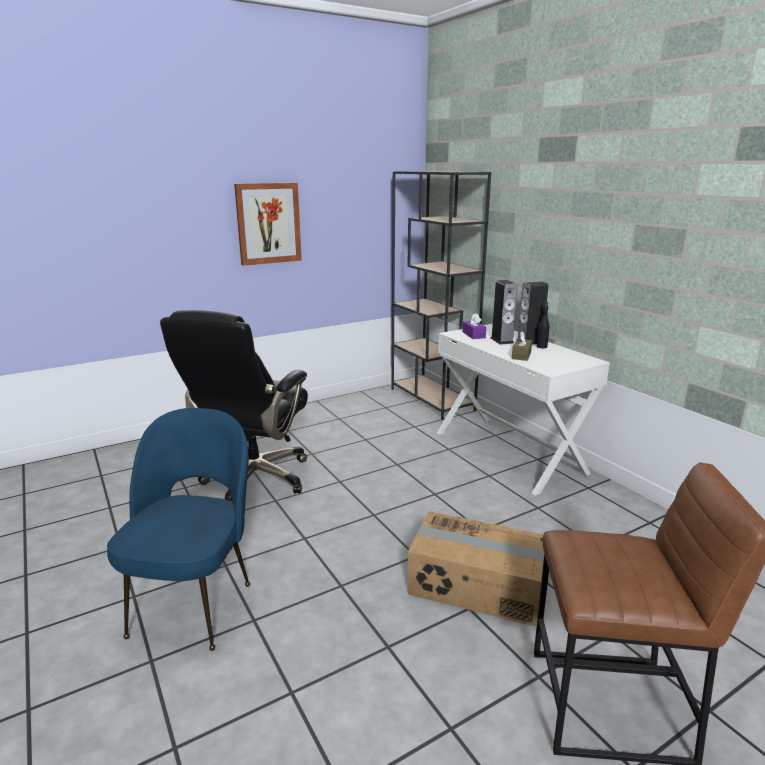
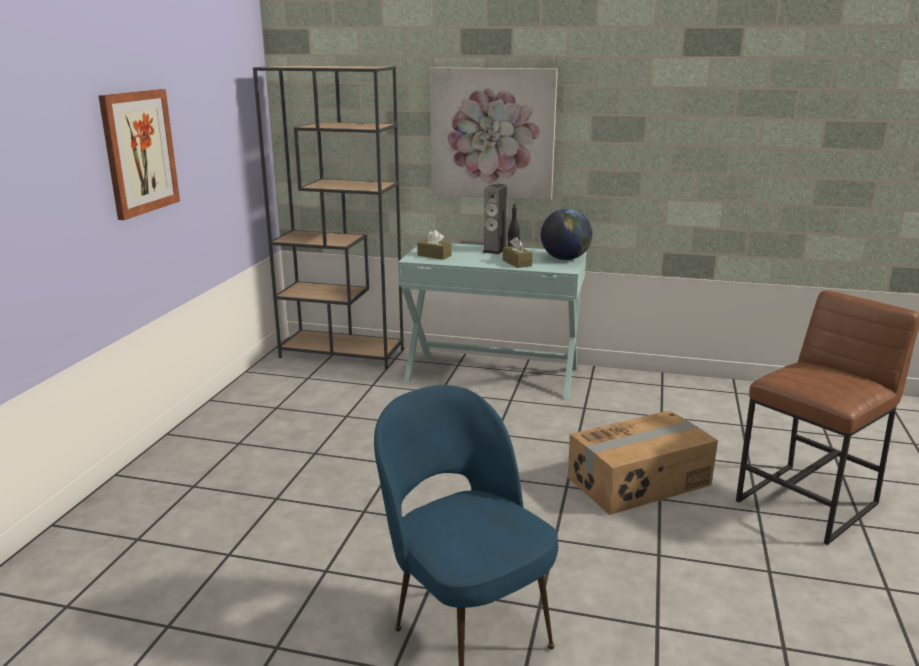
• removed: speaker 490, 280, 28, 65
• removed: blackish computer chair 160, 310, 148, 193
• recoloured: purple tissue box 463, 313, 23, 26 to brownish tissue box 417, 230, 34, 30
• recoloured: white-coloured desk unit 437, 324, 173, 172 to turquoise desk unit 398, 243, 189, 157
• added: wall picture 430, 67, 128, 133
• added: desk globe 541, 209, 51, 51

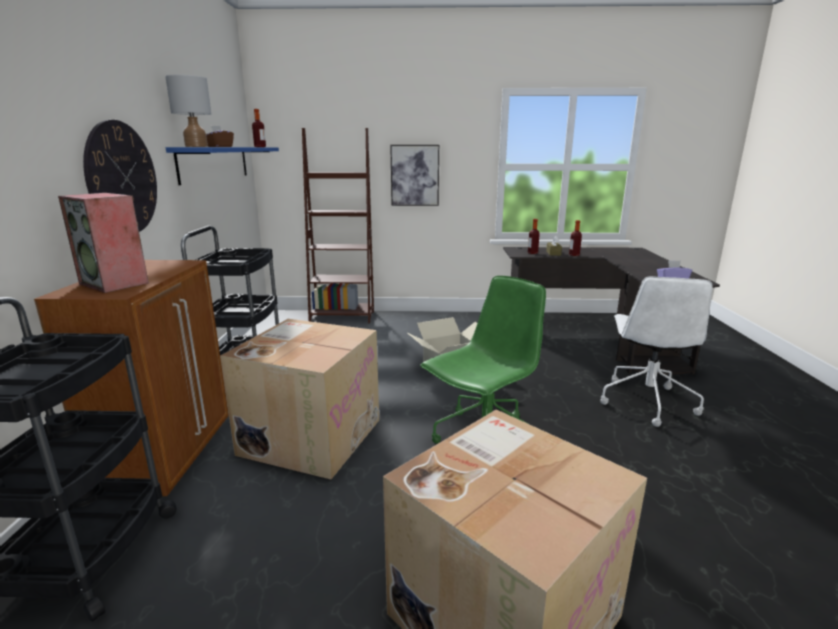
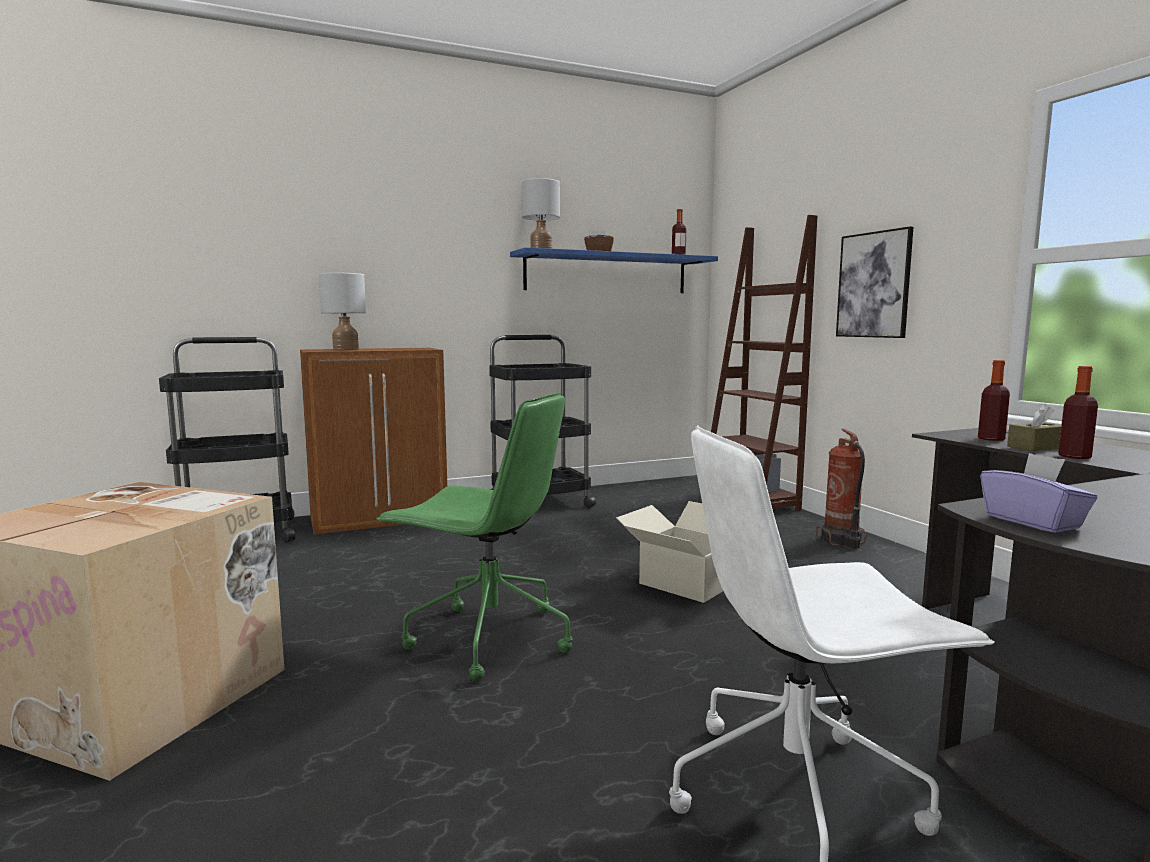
• removed: hanging clock 83, 120, 74, 112
• replaced: speaker 58, 193, 91, 100 to greyish tabletop lamp 319, 273, 47, 77
• removed: packing box 220, 319, 159, 160
• added: fire extinguisher 816, 429, 50, 119

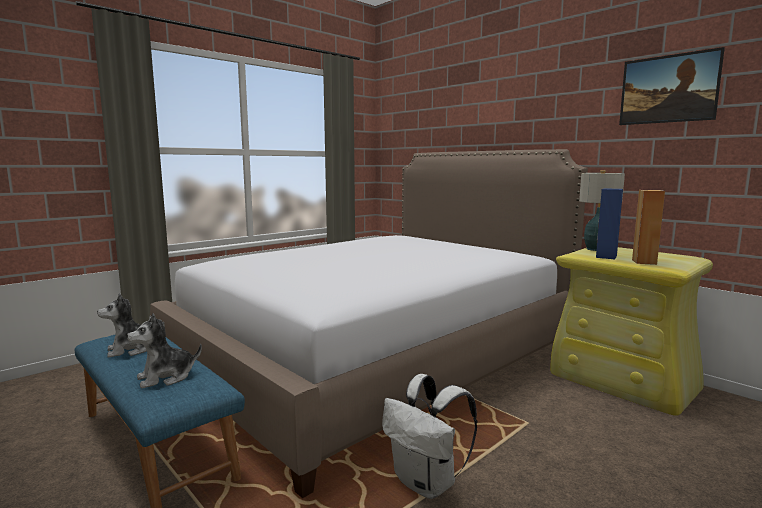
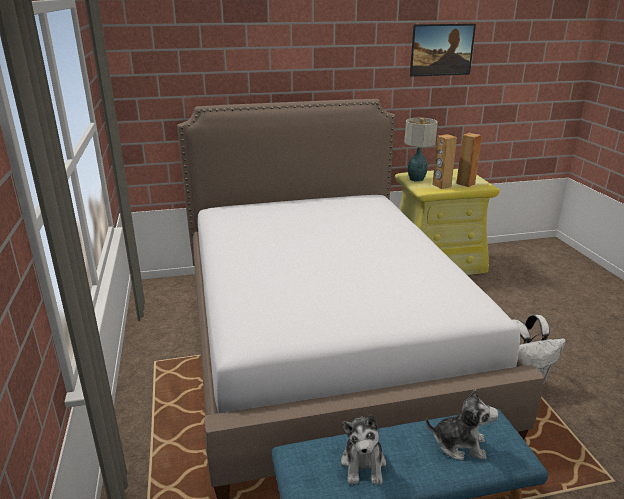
• recoloured: blue-coloured speaker 596, 188, 27, 71 to brownish speaker 433, 134, 24, 55
• turned: soft toy 127, 314, 75, 75 = 426, 389, 73, 72 75 degrees counterclockwise

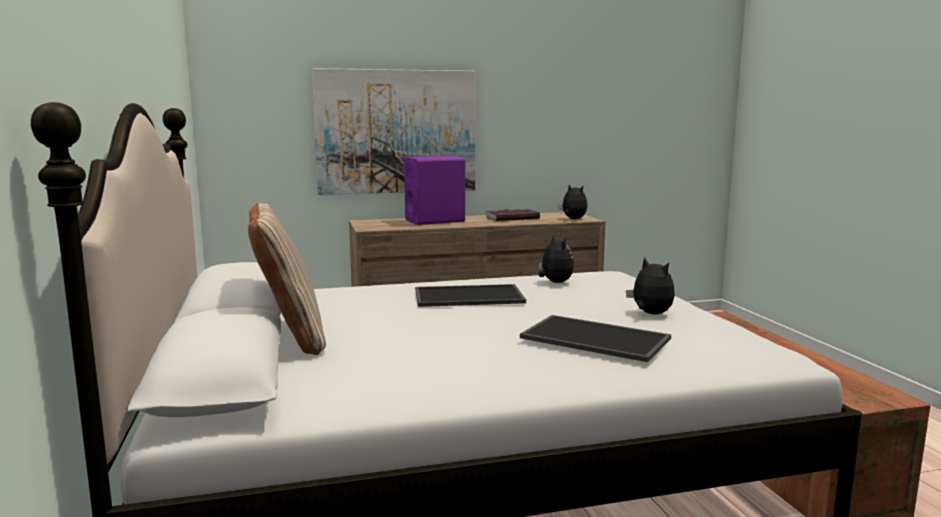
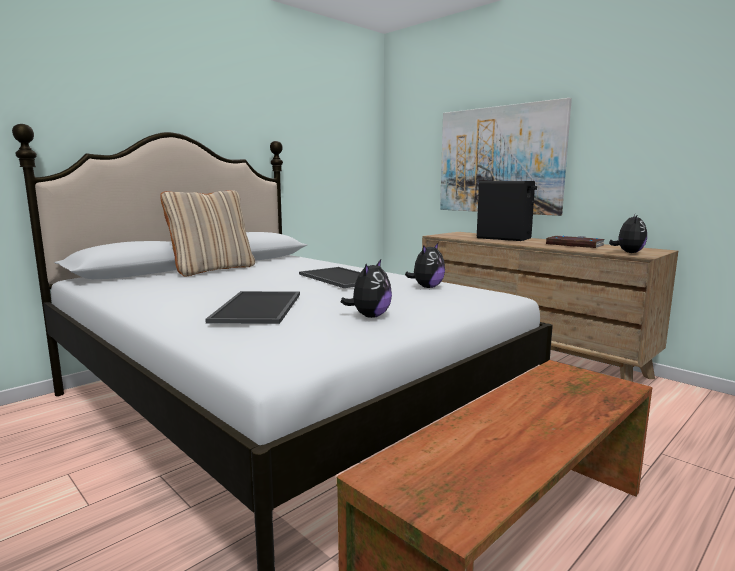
• recoloured: purple speaker 404, 156, 61, 69 to blackish speaker 477, 181, 60, 60

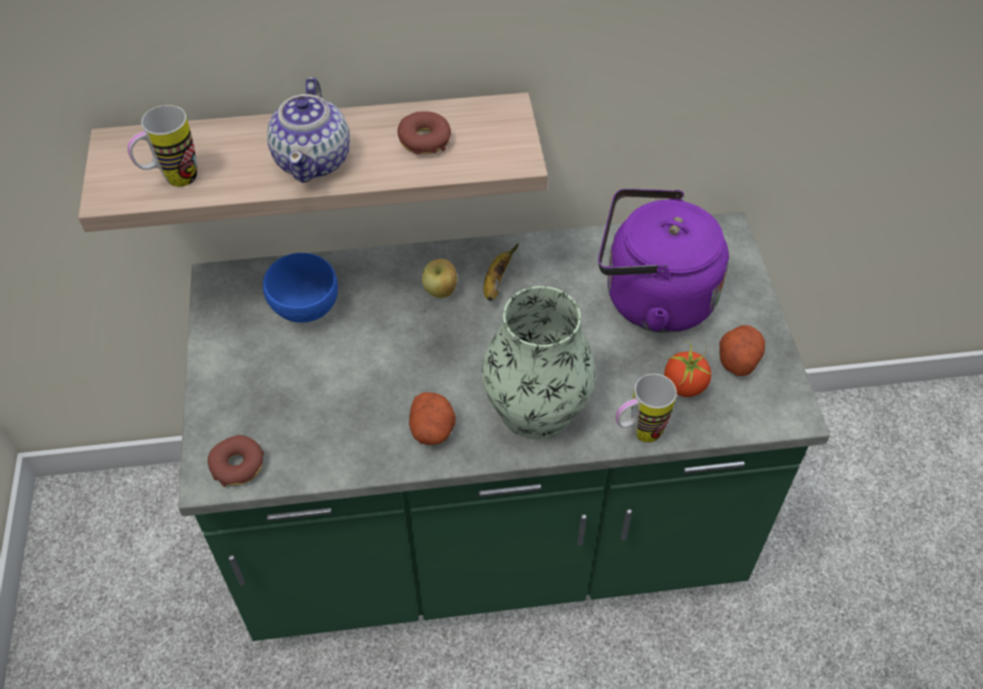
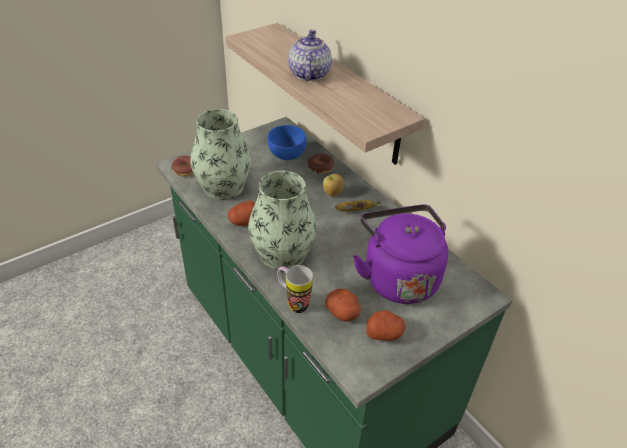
• turned: teapot 267, 77, 83, 106 = 288, 29, 44, 52 120 degrees clockwise
• removed: tea mug 127, 105, 70, 82
• moved: donut 398, 111, 53, 43 to 308, 153, 27, 21
• replaced: fresh tomato 664, 341, 47, 56 to potato 325, 289, 36, 33
• added: flower vase 190, 109, 61, 91

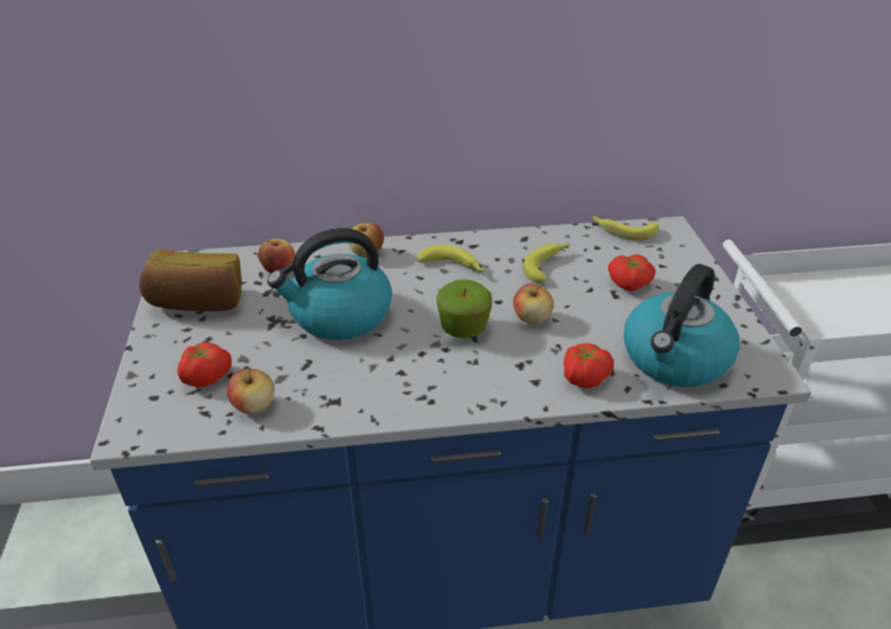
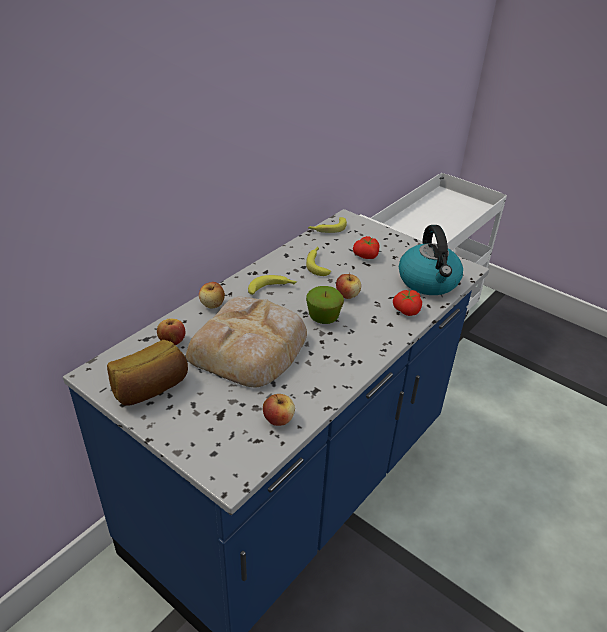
• replaced: water kettle 267, 228, 125, 112 to bakery bread 186, 297, 121, 90
• removed: fresh tomato 177, 342, 55, 45

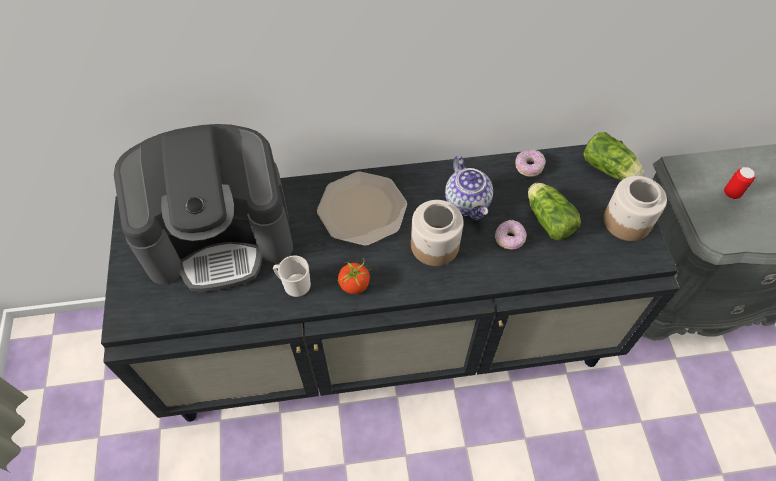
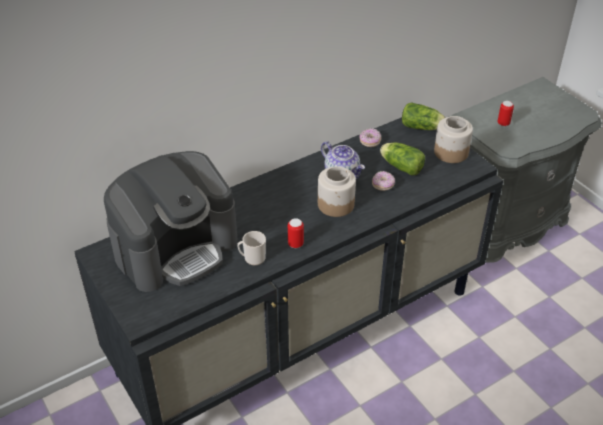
• removed: plate 317, 171, 90, 75
• replaced: fresh tomato 338, 258, 32, 36 to metal can 288, 218, 16, 30

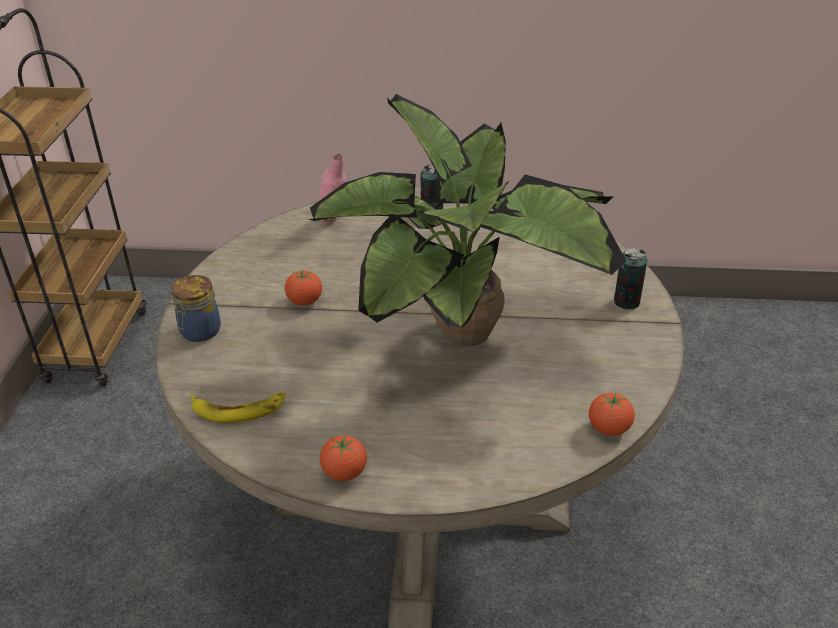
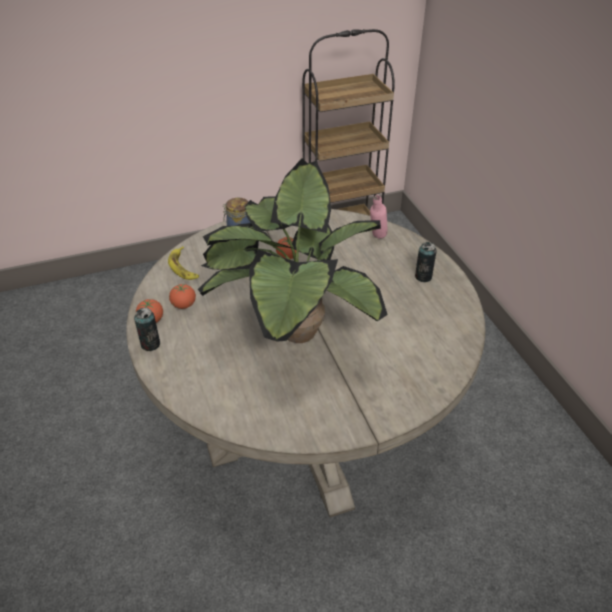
• moved: metal can 614, 247, 33, 62 to 134, 308, 26, 43
• moved: fresh tomato 589, 393, 46, 43 to 169, 284, 27, 25

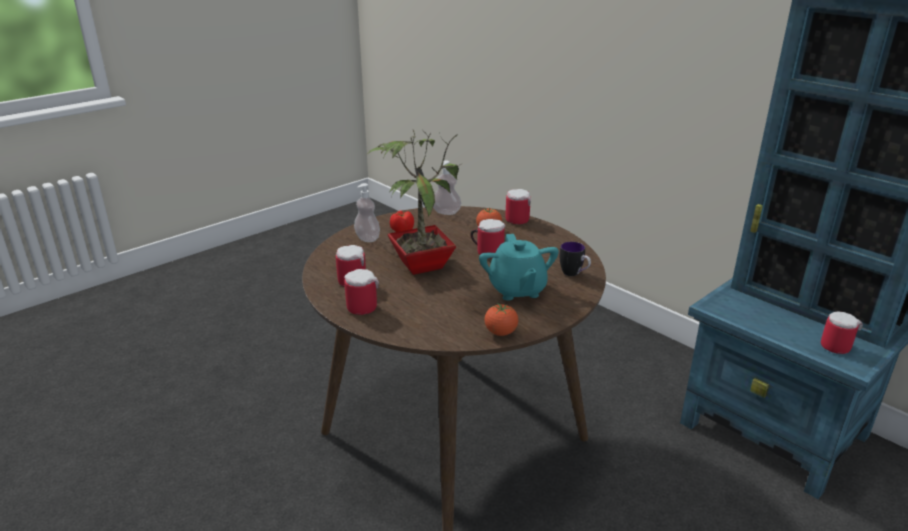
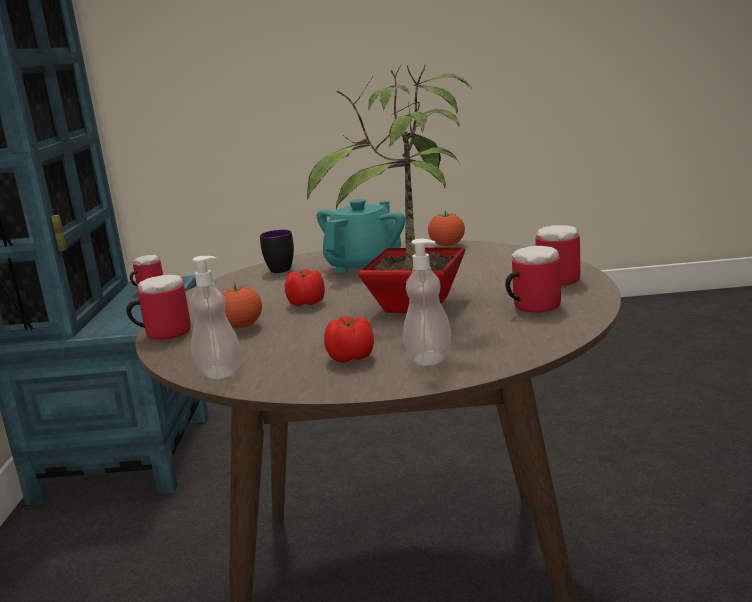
• replaced: tea mug 471, 219, 34, 36 to fresh tomato 285, 269, 40, 37

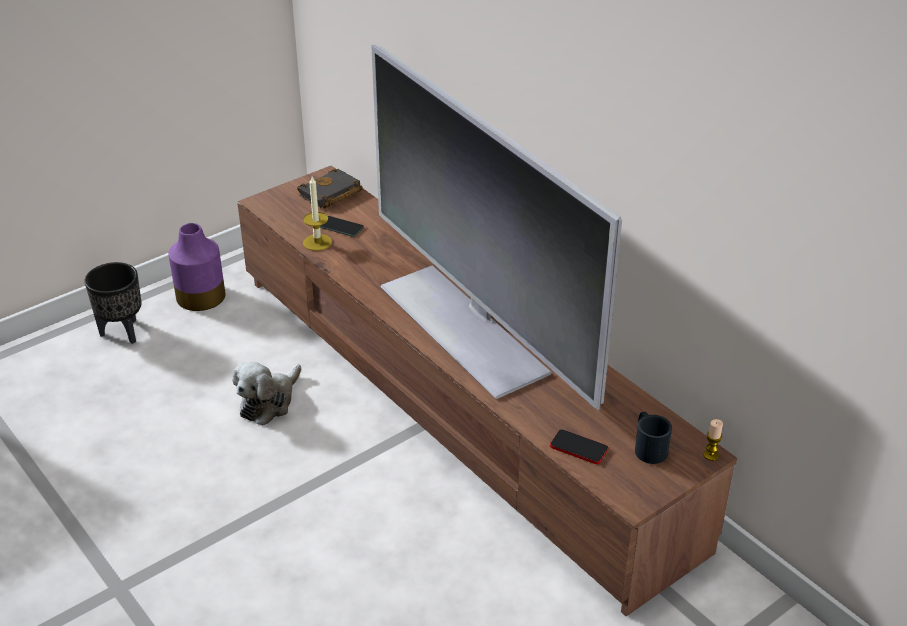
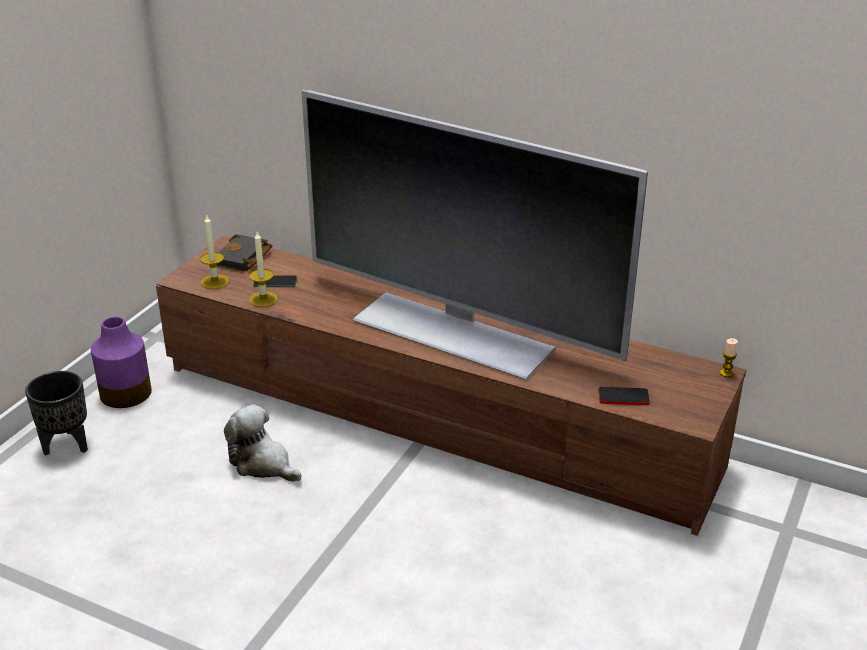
• turned: soft toy 233, 362, 68, 64 = 224, 404, 78, 78 120 degrees clockwise
• removed: blackish tea mug 635, 412, 37, 52
• added: candle 200, 216, 29, 73

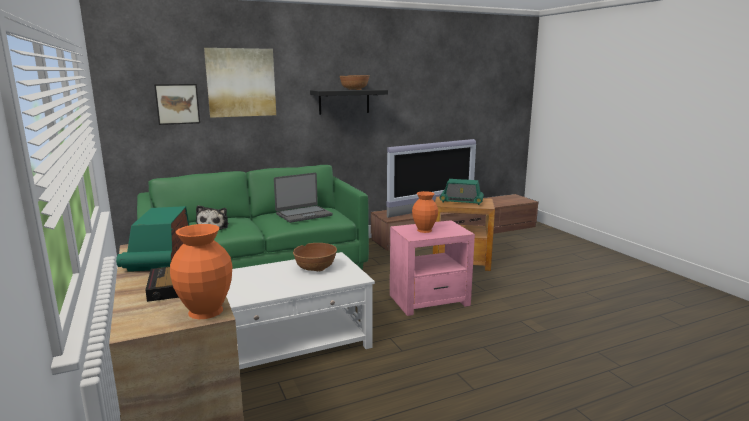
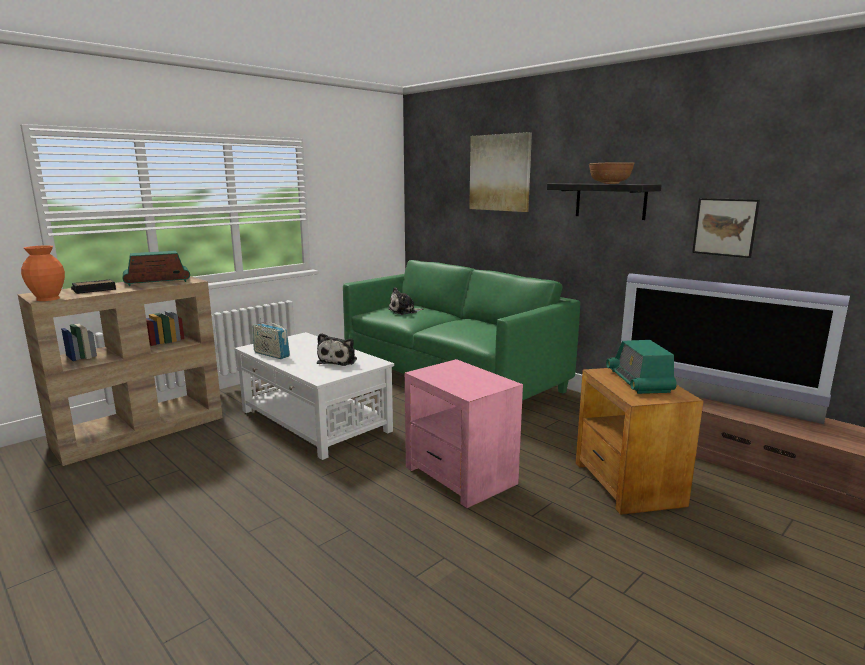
• moved: wall picture 154, 84, 46, 41 to 692, 198, 68, 60
• removed: notebook computer 274, 173, 59, 50
• removed: orange-coloured flower vase 412, 191, 26, 42
• replaced: brownish deep dish 293, 243, 44, 28 to soft toy 317, 333, 40, 33
• added: radio receiver 253, 318, 37, 41

